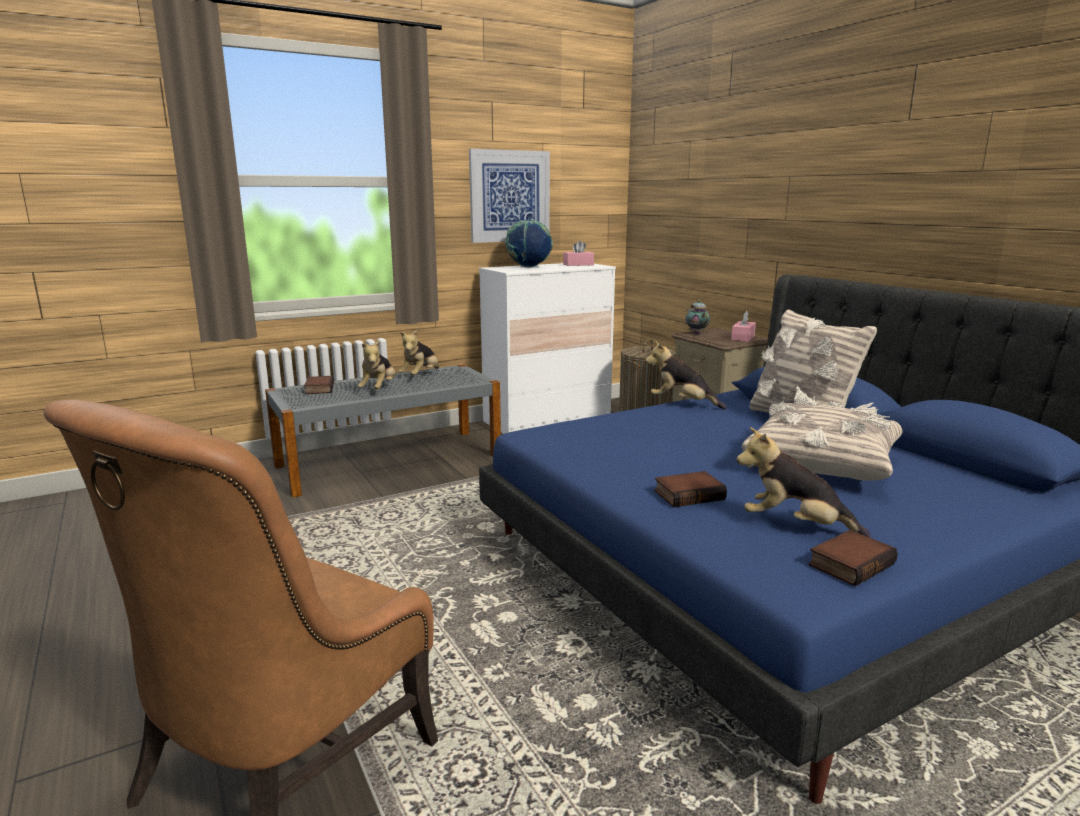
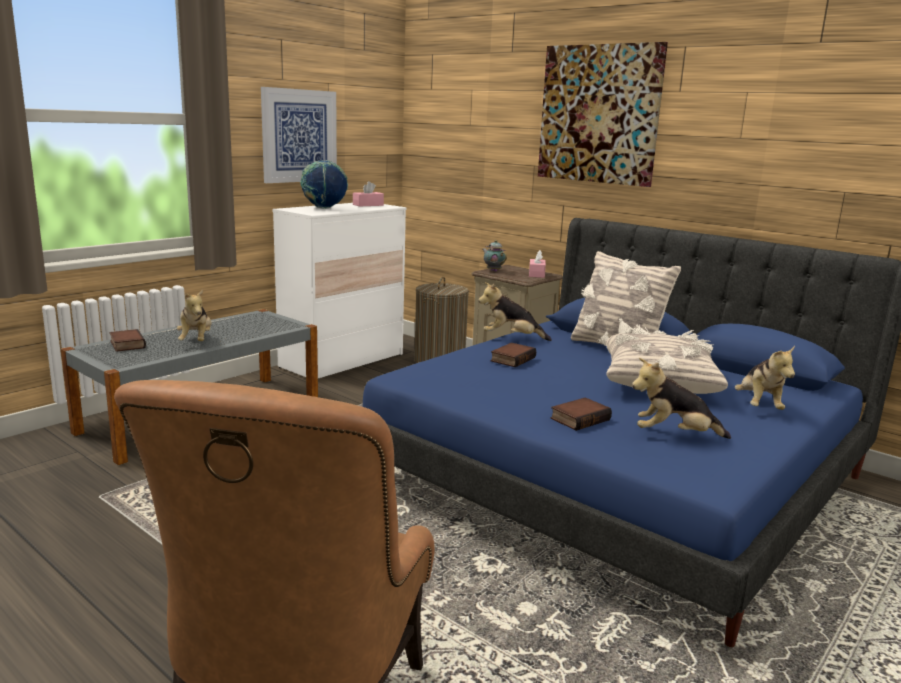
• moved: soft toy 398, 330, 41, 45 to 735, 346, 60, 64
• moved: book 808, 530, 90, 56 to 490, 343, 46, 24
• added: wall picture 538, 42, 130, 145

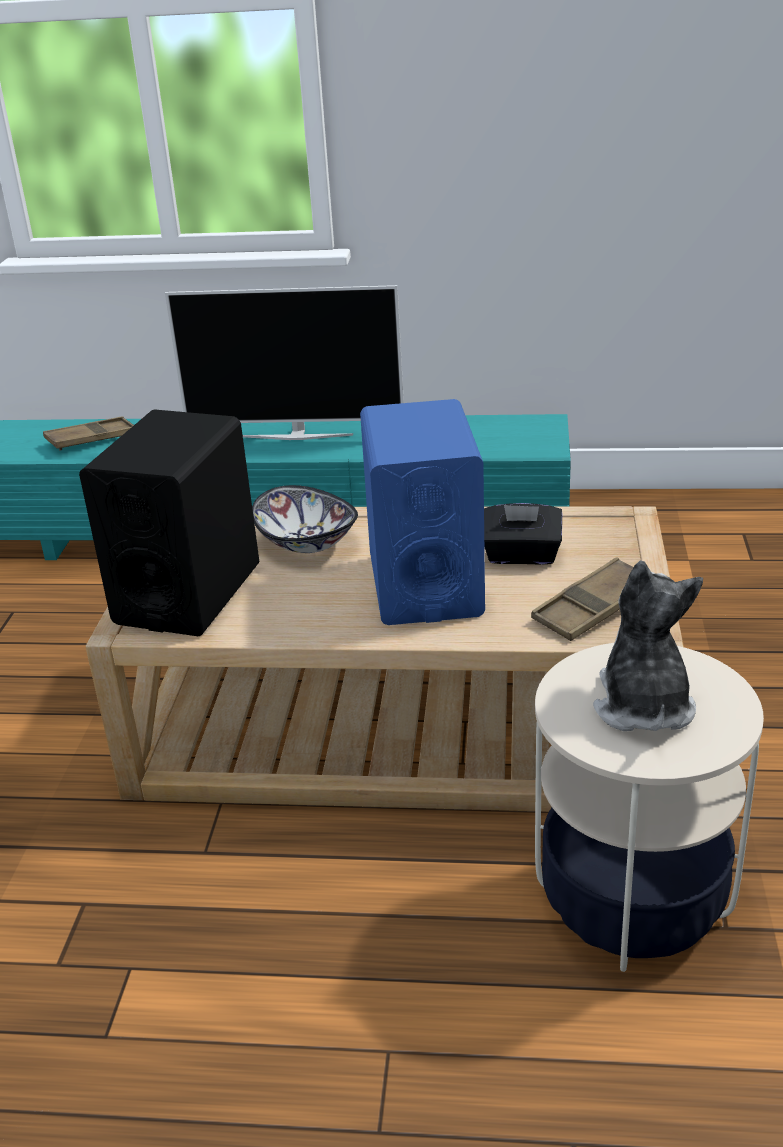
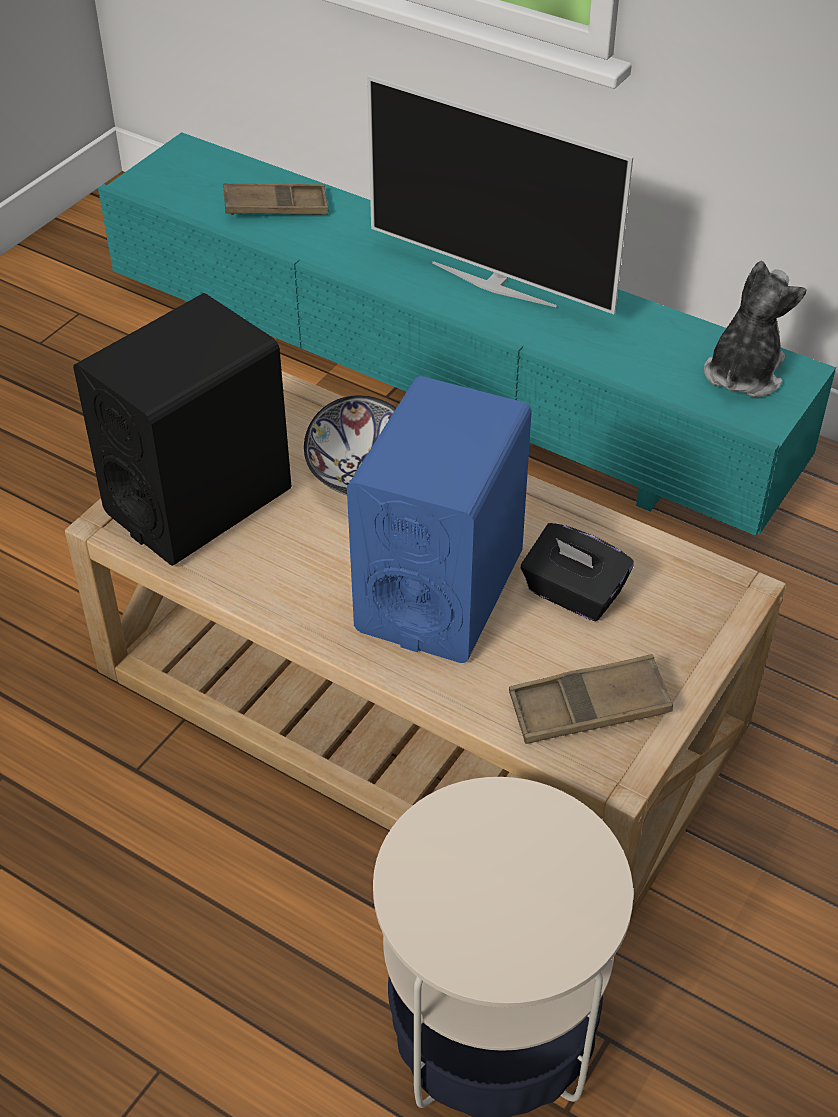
• moved: soft toy 593, 560, 110, 171 to 704, 260, 103, 137

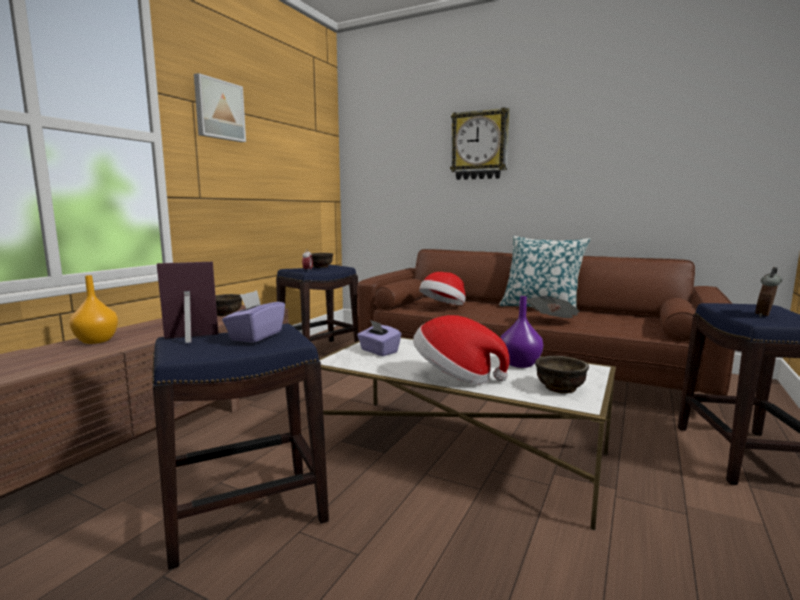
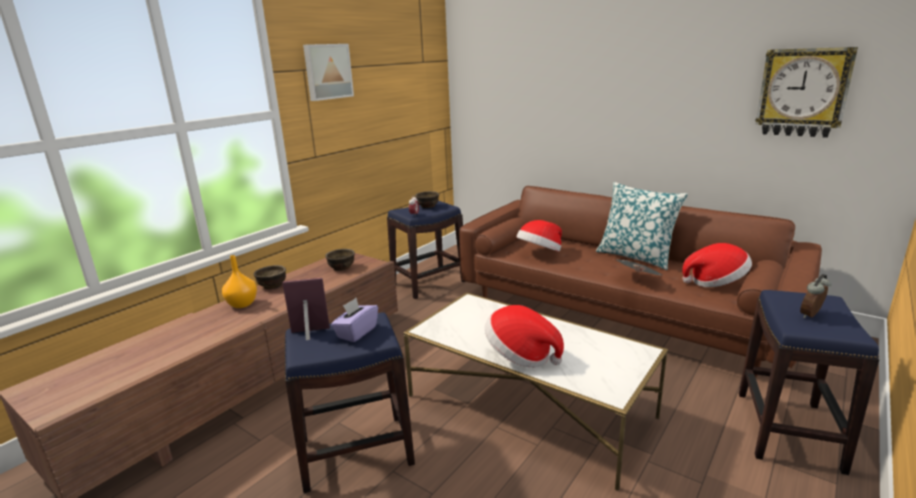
• moved: hanging clock 450, 107, 59, 73 to 755, 47, 103, 91
• removed: purple flower vase 501, 296, 42, 72
• removed: purple tissue box 357, 320, 44, 36
• moved: brownish deep dish 535, 356, 54, 37 to 254, 265, 32, 24
• added: wearable hat 682, 243, 70, 44

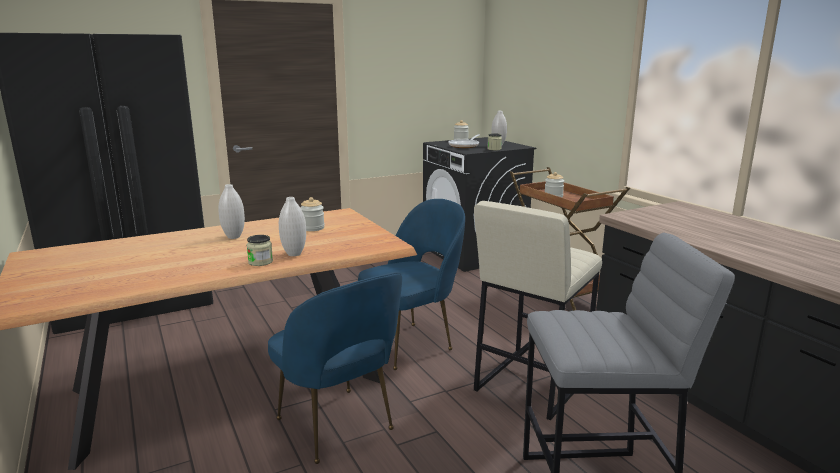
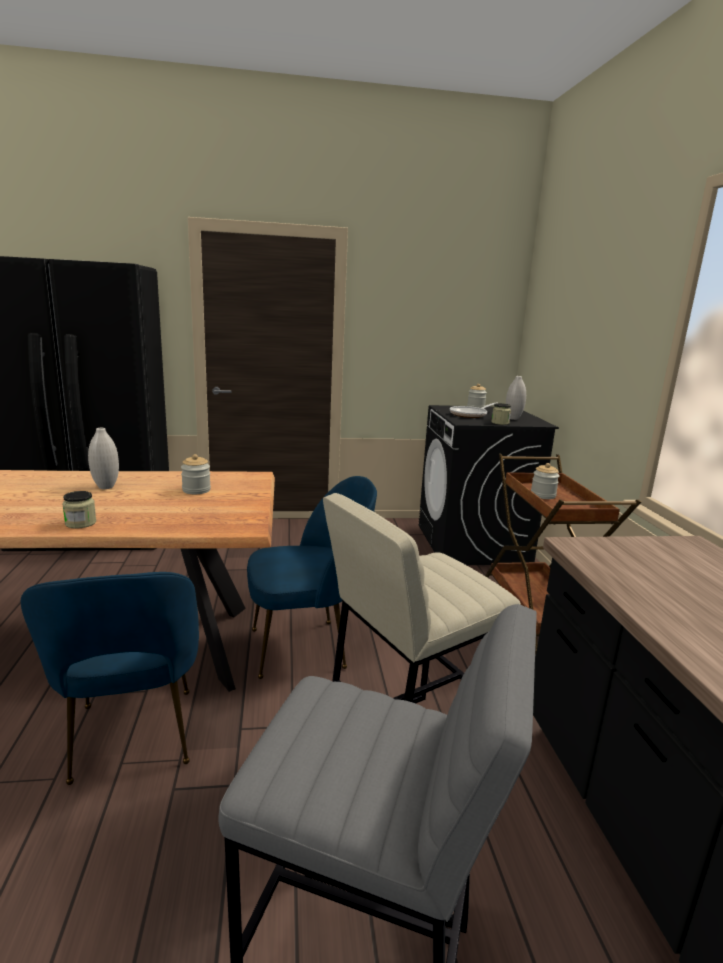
• removed: white-coloured flower vase 279, 197, 27, 59

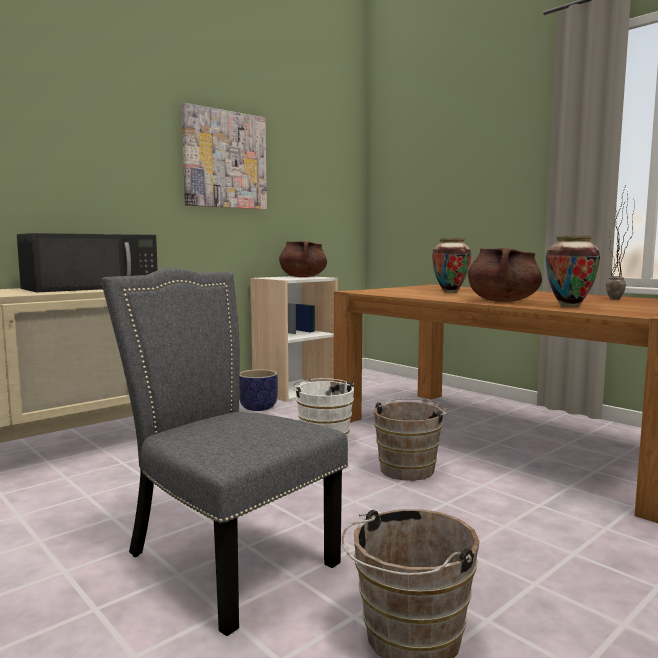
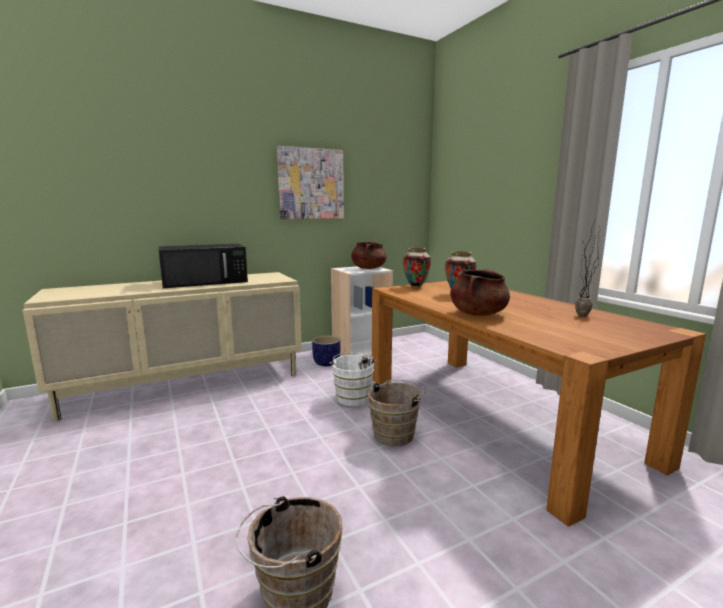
• moved: flower vase 546, 236, 54, 71 to 403, 248, 28, 40
• removed: greyish chair 101, 268, 247, 368

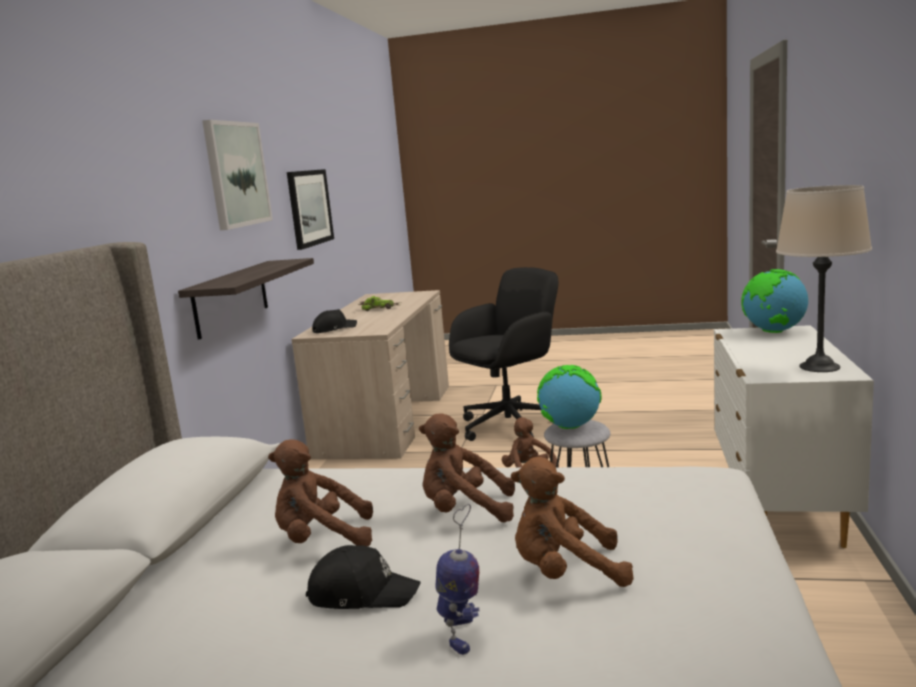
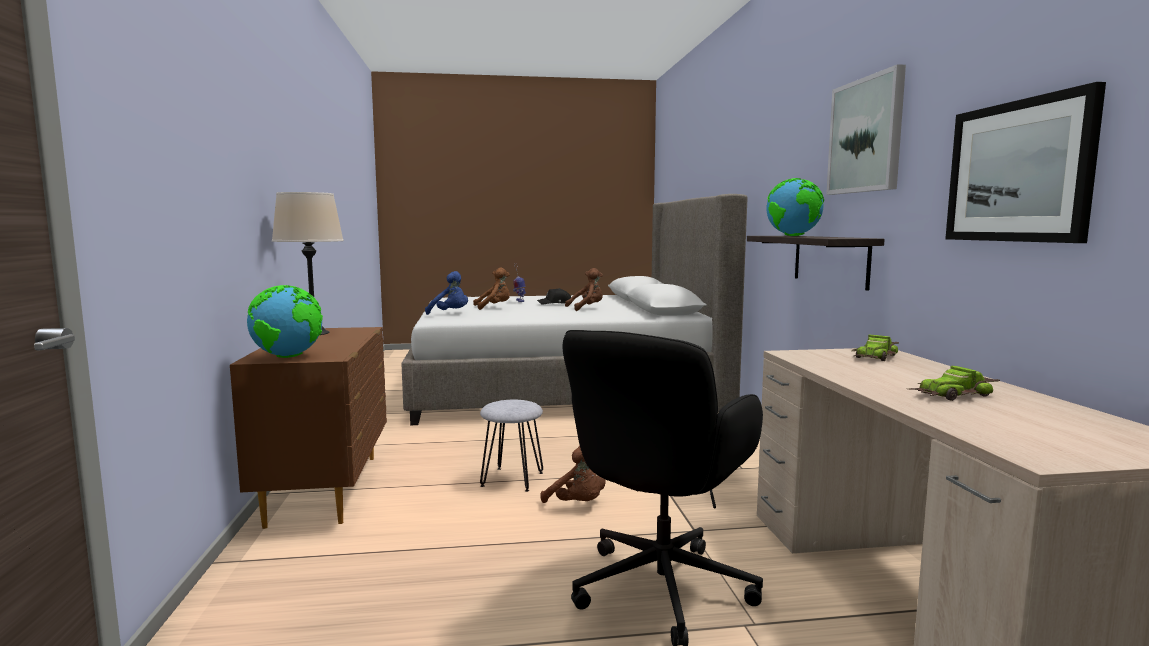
• replaced: blackish baseball cap 312, 309, 45, 24 to model car 852, 335, 47, 26
• recoloured: white-coloured drawer chest 714, 325, 160, 223 to brownish drawer chest 230, 327, 157, 202
• moved: desk globe 537, 365, 65, 64 to 767, 178, 57, 58
• removed: brownish soft toy 419, 413, 96, 110
• added: blue-coloured soft toy 425, 271, 43, 44

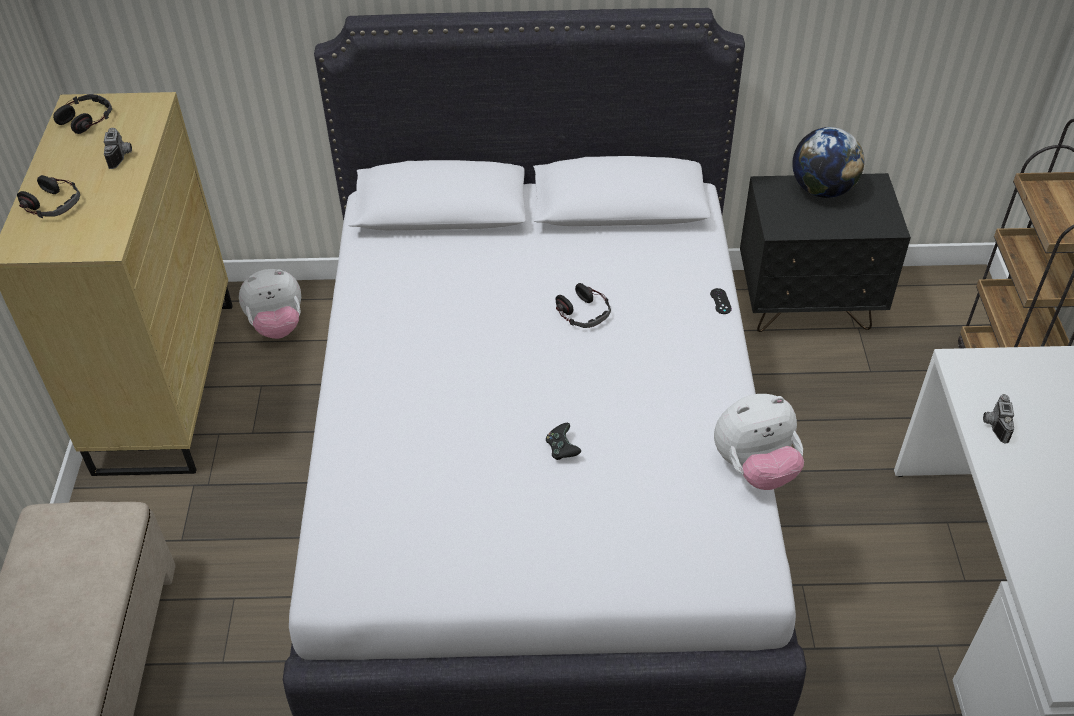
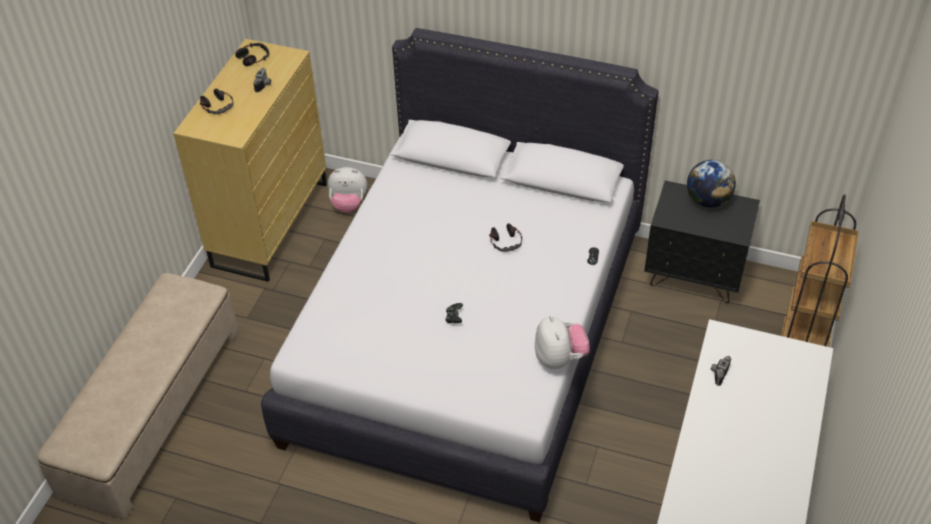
• turned: soft toy 714, 394, 90, 96 = 535, 315, 55, 54 105 degrees counterclockwise

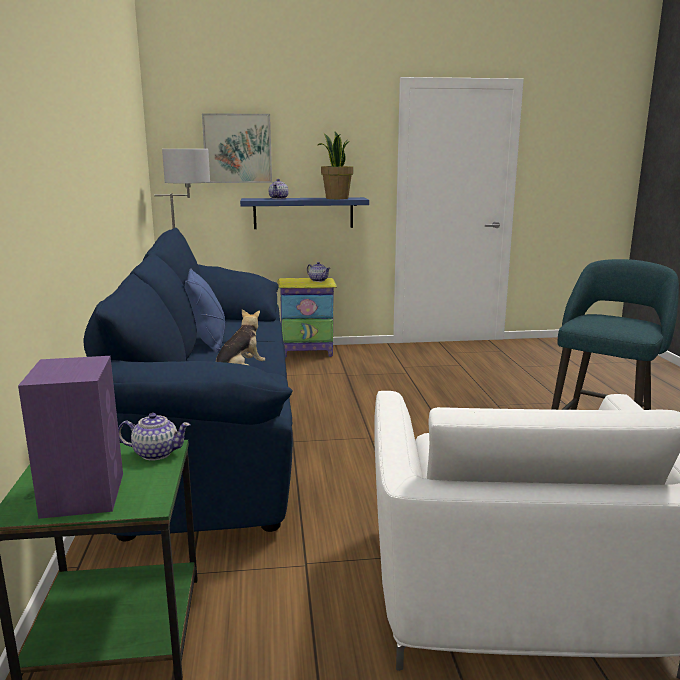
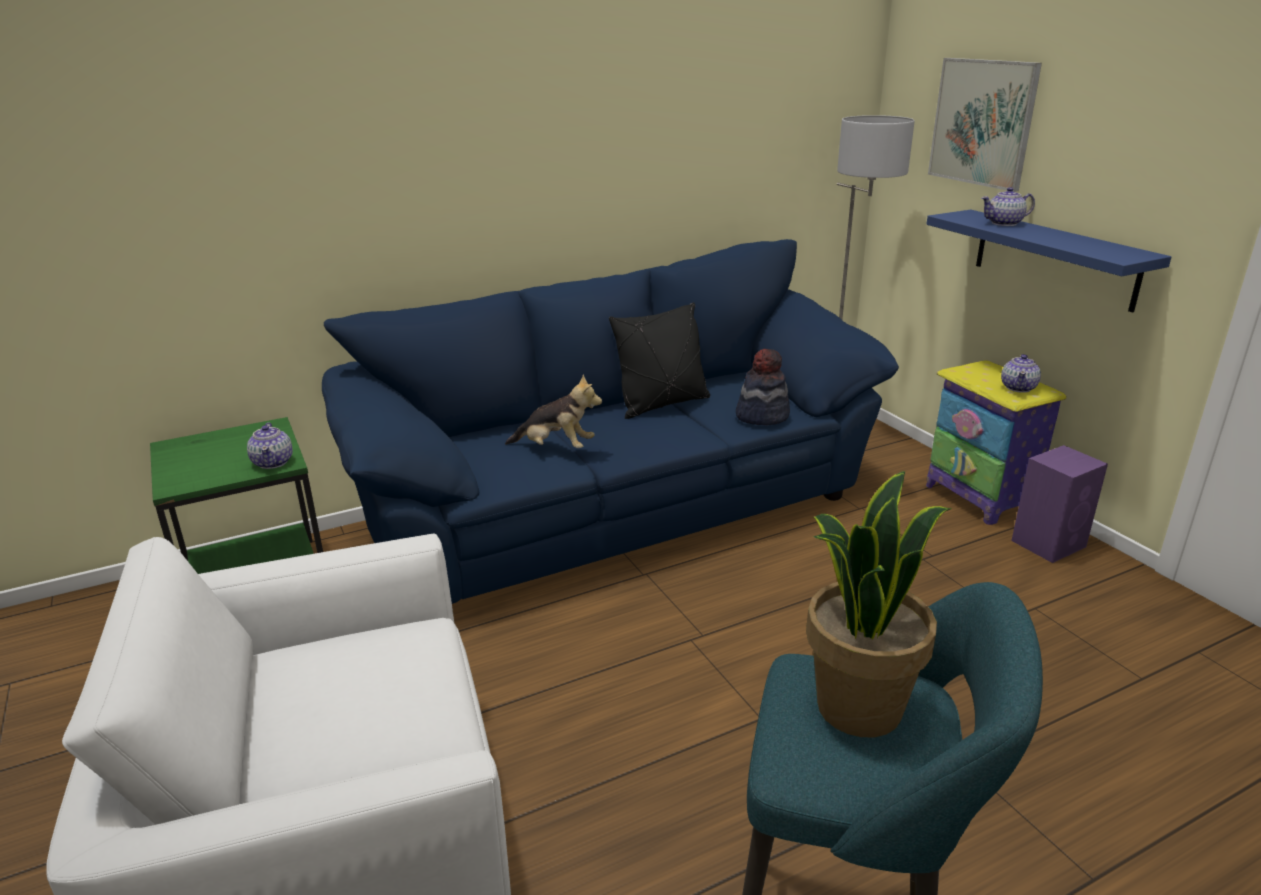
• moved: plant in a pot 318, 131, 35, 68 to 806, 471, 146, 266
• recoloured: blue-coloured cushion 185, 268, 41, 85 to blackish cushion 609, 302, 101, 117
• moved: purple speaker 18, 356, 105, 163 to 1011, 445, 97, 118
• added: wearable hat 736, 349, 54, 77

